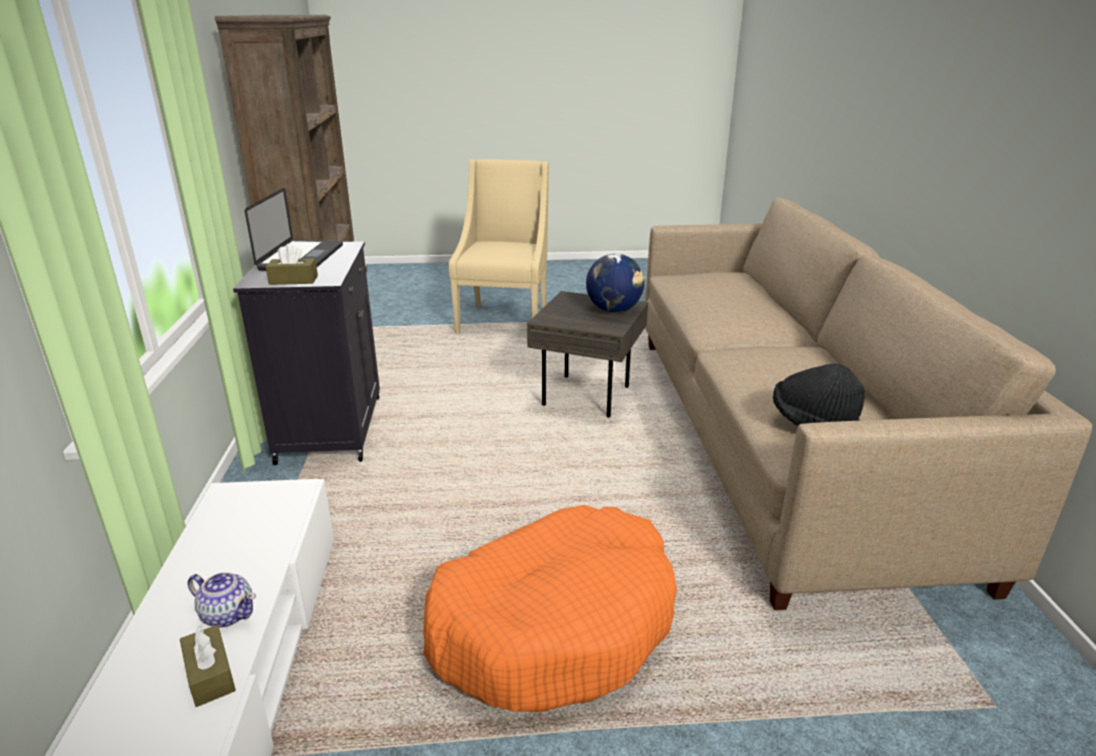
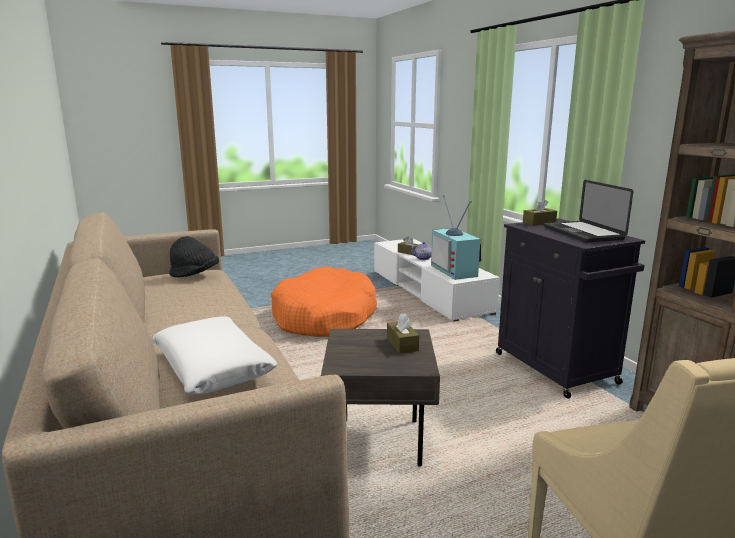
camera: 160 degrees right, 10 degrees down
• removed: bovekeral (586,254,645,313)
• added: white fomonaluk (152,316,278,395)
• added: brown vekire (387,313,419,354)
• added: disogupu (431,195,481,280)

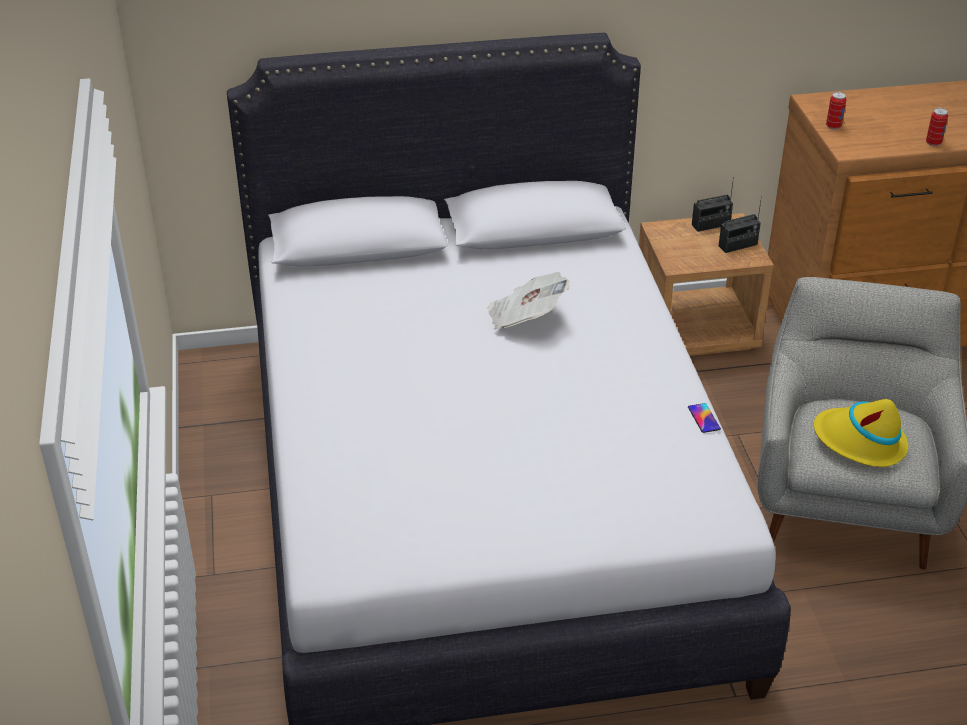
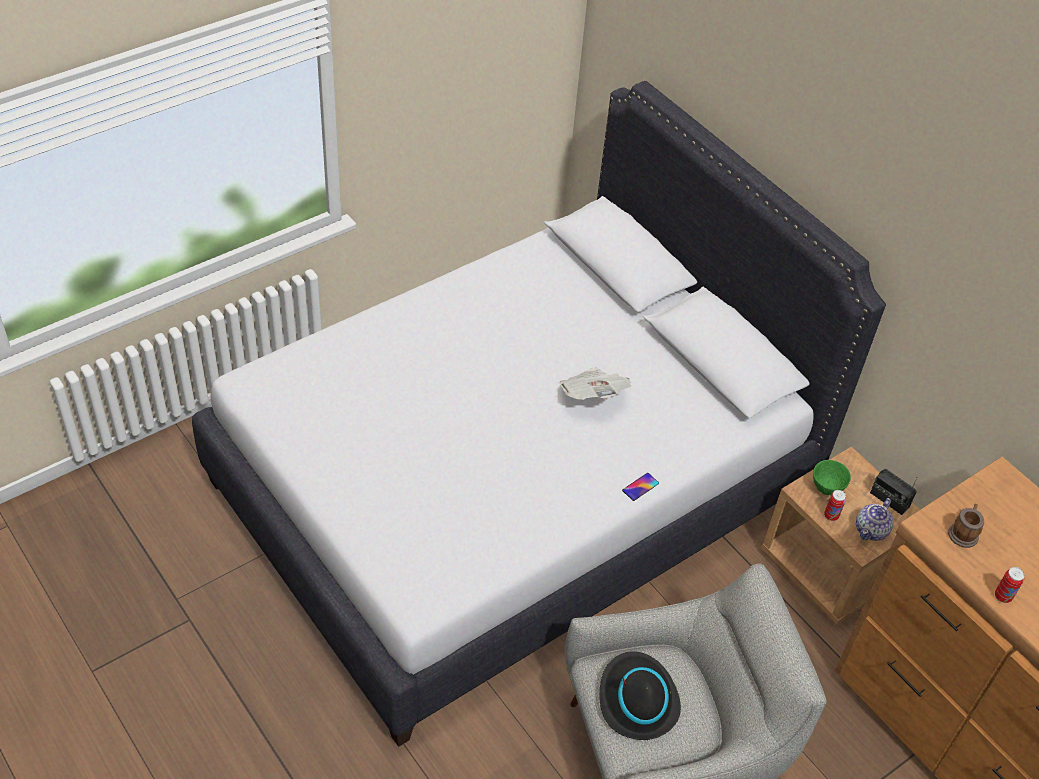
camera: 60 degrees right, 10 degrees up
• added: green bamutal (813,460,851,495)
• added: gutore (948,504,984,548)
• moved: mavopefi (688,403,721,433) to (622,473,659,501)
• moved: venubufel (826,92,846,130) to (824,490,846,521)
• replaced: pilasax (719,197,762,253) to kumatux (856,498,894,541)
• recoloured: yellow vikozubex (814,399,908,467) to black vikozubex (599,651,681,740)

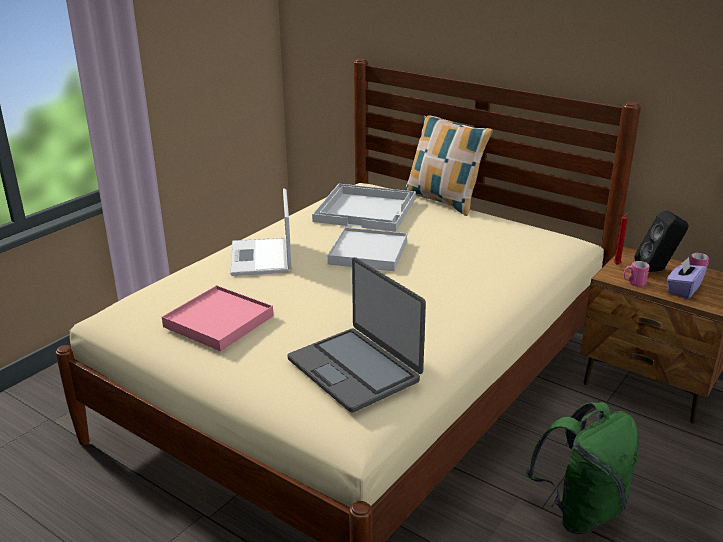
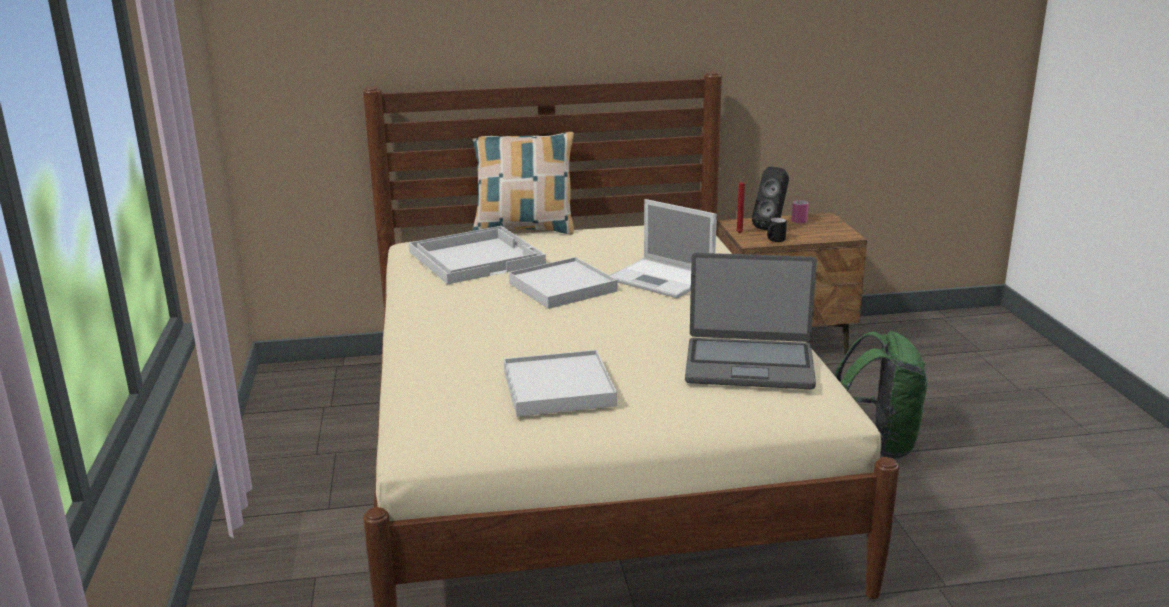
camera: 45 degrees left, 5 degrees down
• removed: purple vekire (667,257,707,299)
• moved: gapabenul (230,188,292,276) to (609,199,717,298)
• recoloured: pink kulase (162,285,274,351) to white kulase (504,350,617,417)
• recoloured: pink gutore (624,261,649,287) to black gutore (767,218,787,242)

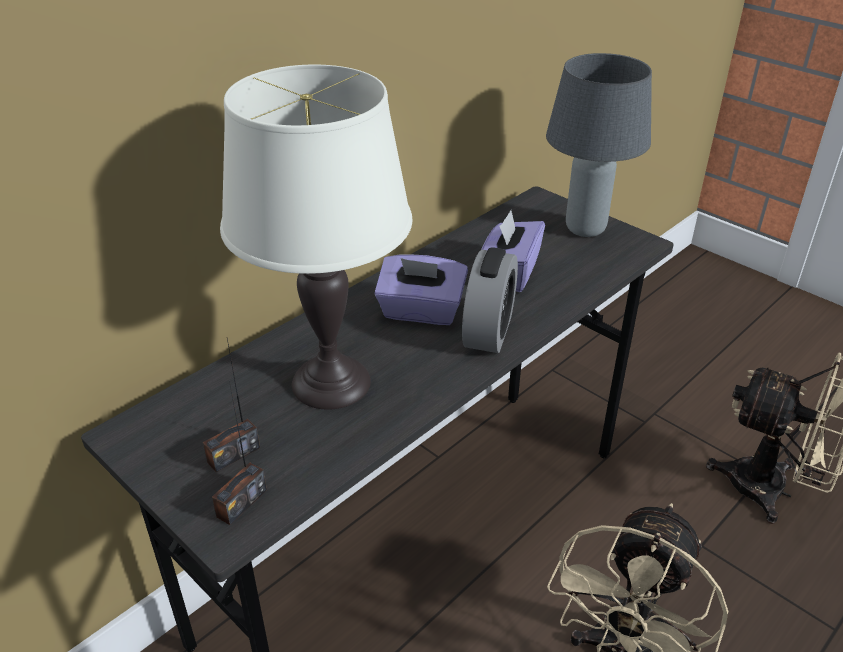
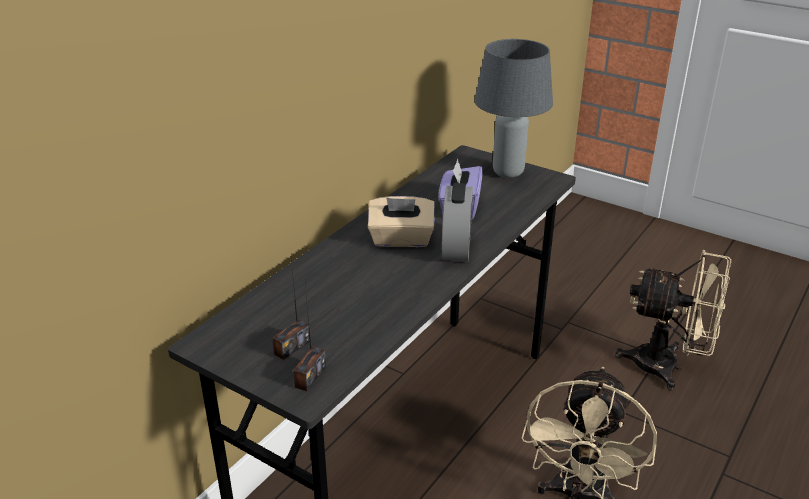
camera: 10 degrees left, 5 degrees down
• removed: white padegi (220,65,412,410)
• recoloured: purple vekire (374,254,468,325) to beige vekire (368,196,435,247)

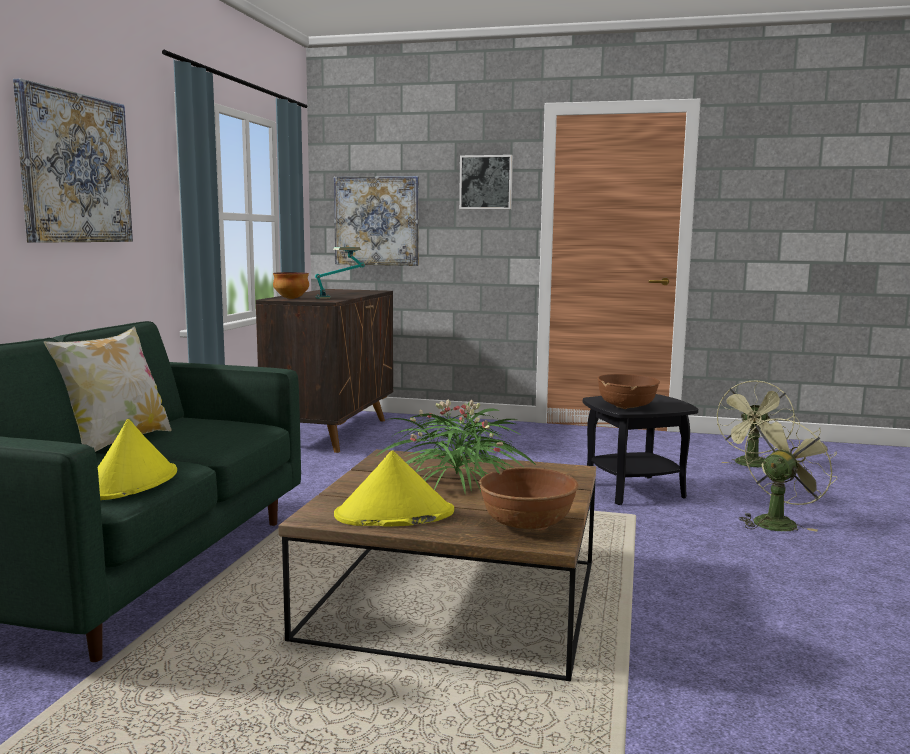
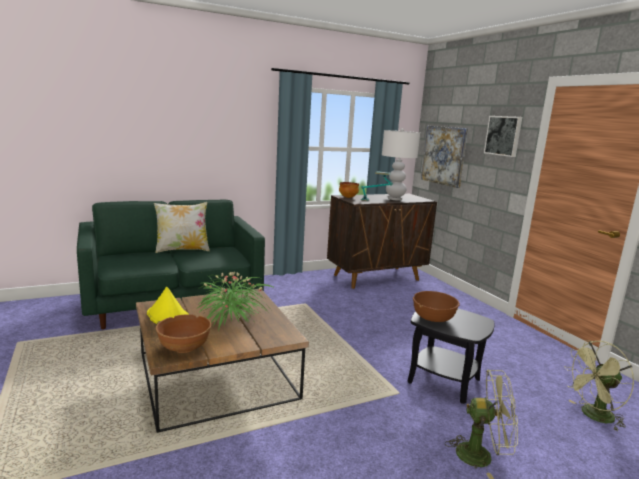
camera: 50 degrees right, 5 degrees up
• removed: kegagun (13,78,133,243)
• removed: yellow vikozubex (98,419,177,500)
• added: white padegi (382,129,420,200)

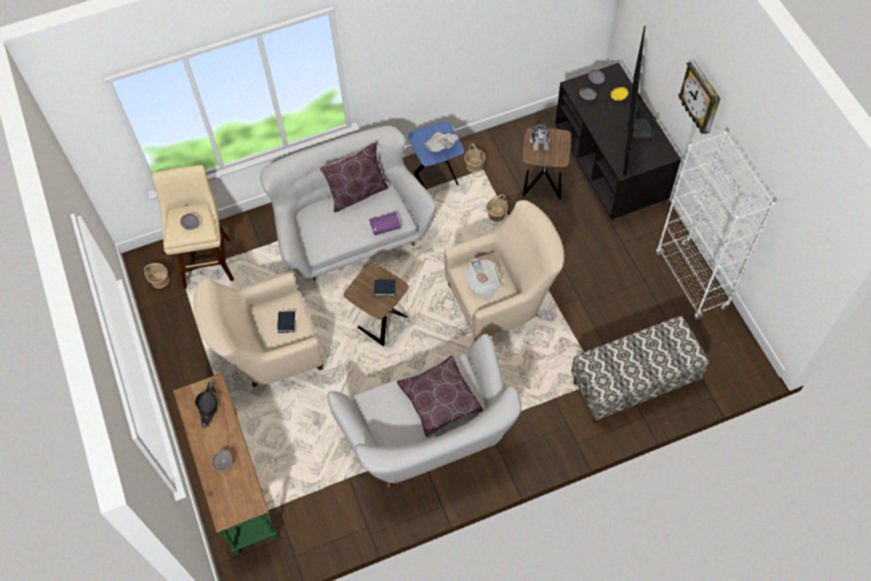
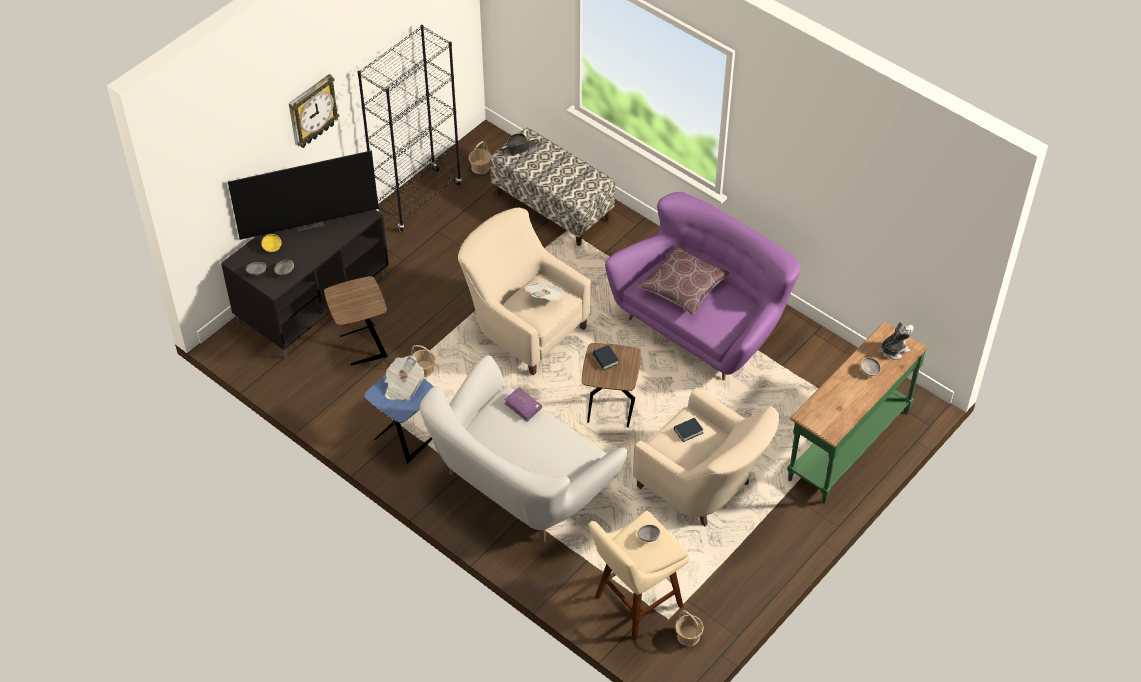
camera: 120 degrees left, 10 degrees down
• removed: brown fomonaluk (320,142,389,213)
• moved: black vikozubex (195,381,218,428) to (497,133,539,156)
• moved: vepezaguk (464,143,486,172) to (468,141,491,174)
• moved: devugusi (530,122,550,151) to (879,322,914,359)
• recoloured: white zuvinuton (327,334,522,488) to purple zuvinuton (605,192,801,381)
• recoloured: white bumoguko (656,131,775,320) to black bumoguko (358,25,462,232)

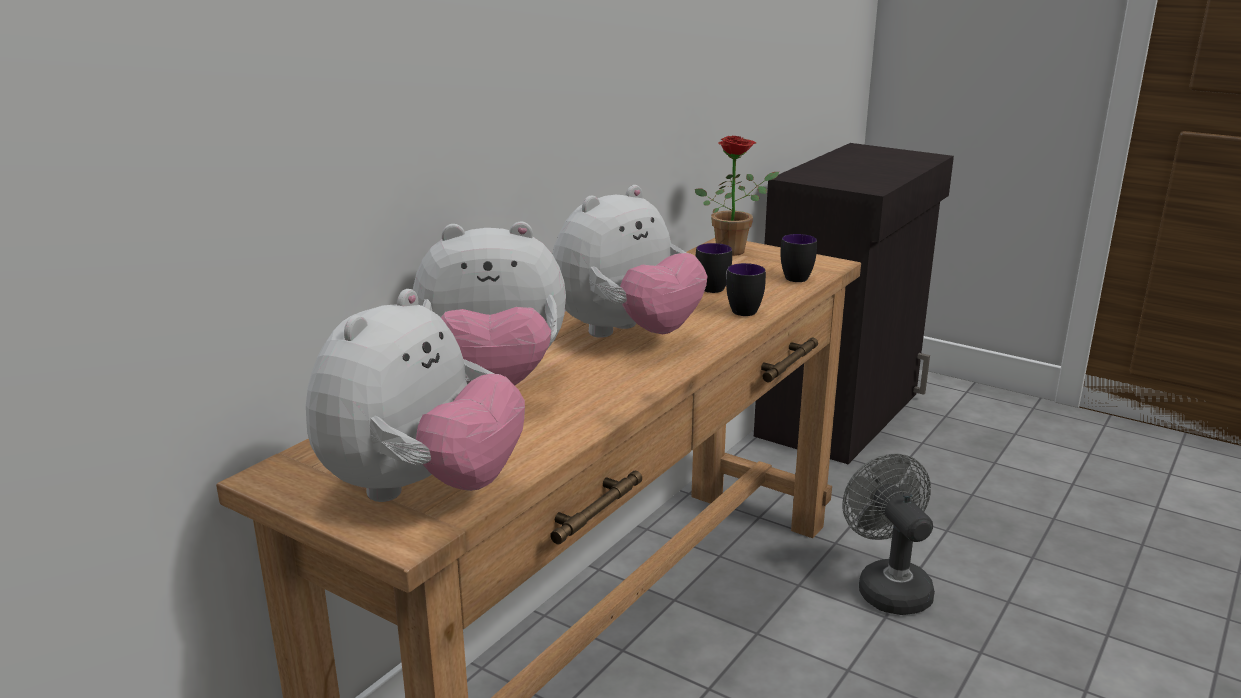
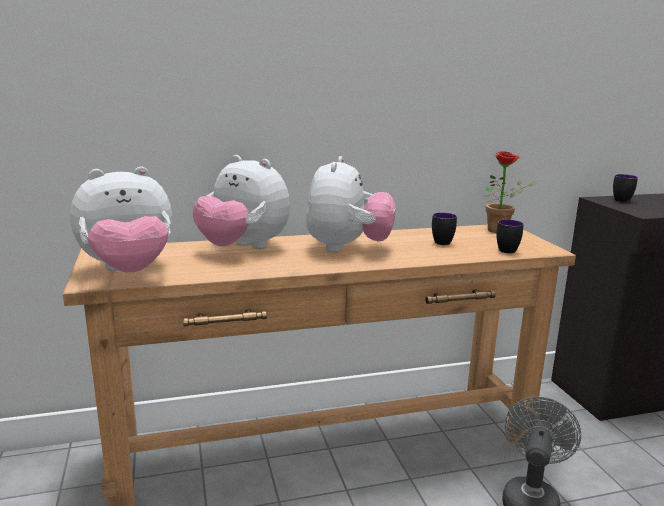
camera: 40 degrees right, 5 degrees down
• moved: gutore (726,263,766,316) to (613,174,638,202)
• turned: devugusi (552,185,707,338) = (306,156,396,252) 75 degrees counterclockwise

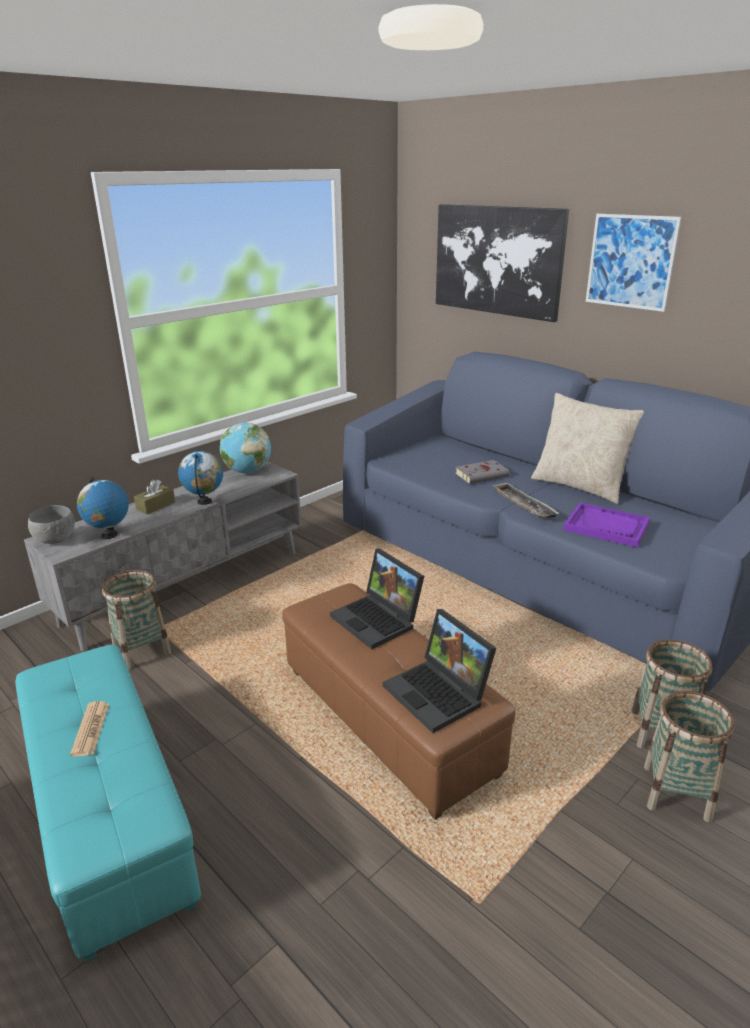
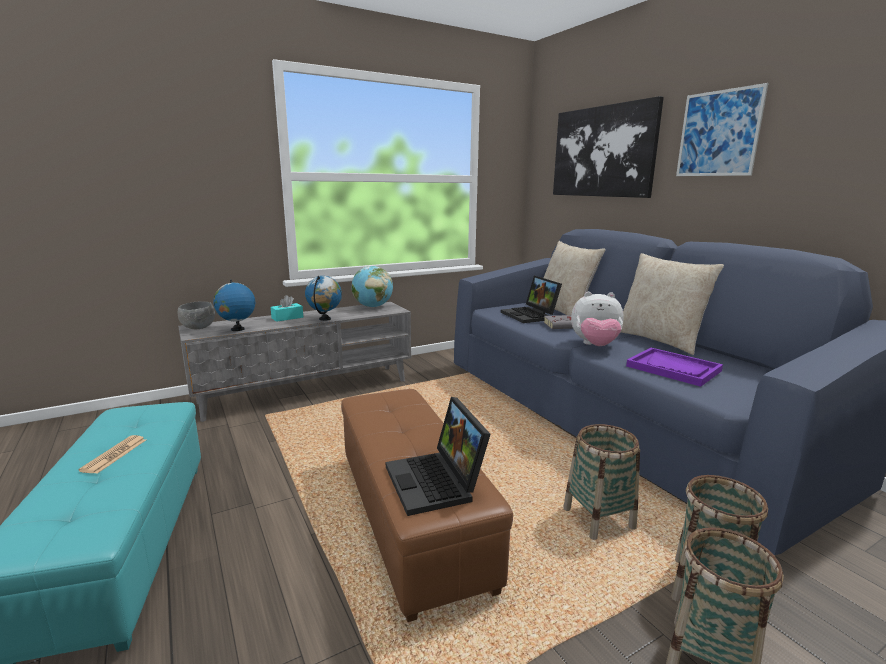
camera: 15 degrees right, 10 degrees down
• added: beige fomonaluk (544,241,606,315)
• moved: vepezaguk (102,570,171,670) to (563,424,640,540)
• moved: gapabenul (330,549,424,649) to (501,276,562,323)
• replaced: kulase (492,482,560,519) to devugusi (571,292,624,346)
• recoloured: brown vekire (134,480,175,514) to turquoise vekire (271,295,303,322)

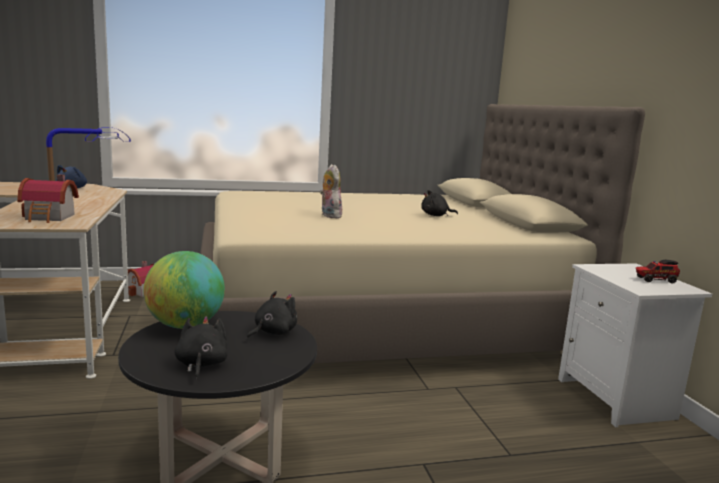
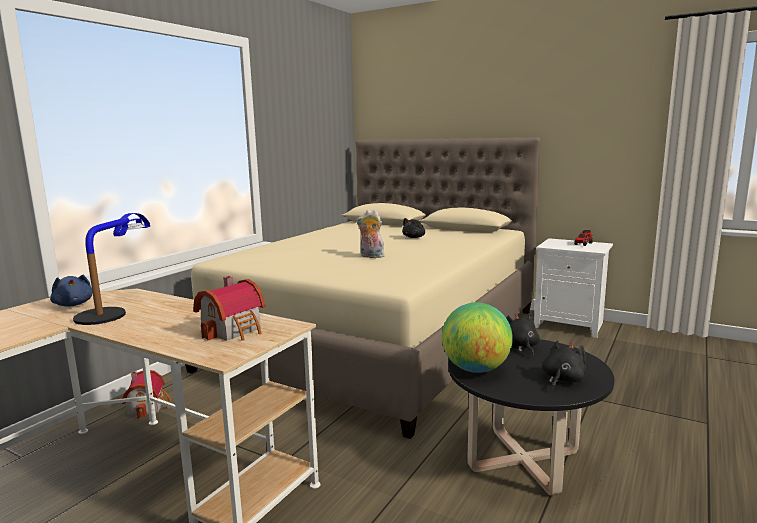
camera: 45 degrees left, 0 degrees up
• turned: black devugusi (175,317,228,380) = (542,340,586,390) 90 degrees clockwise

